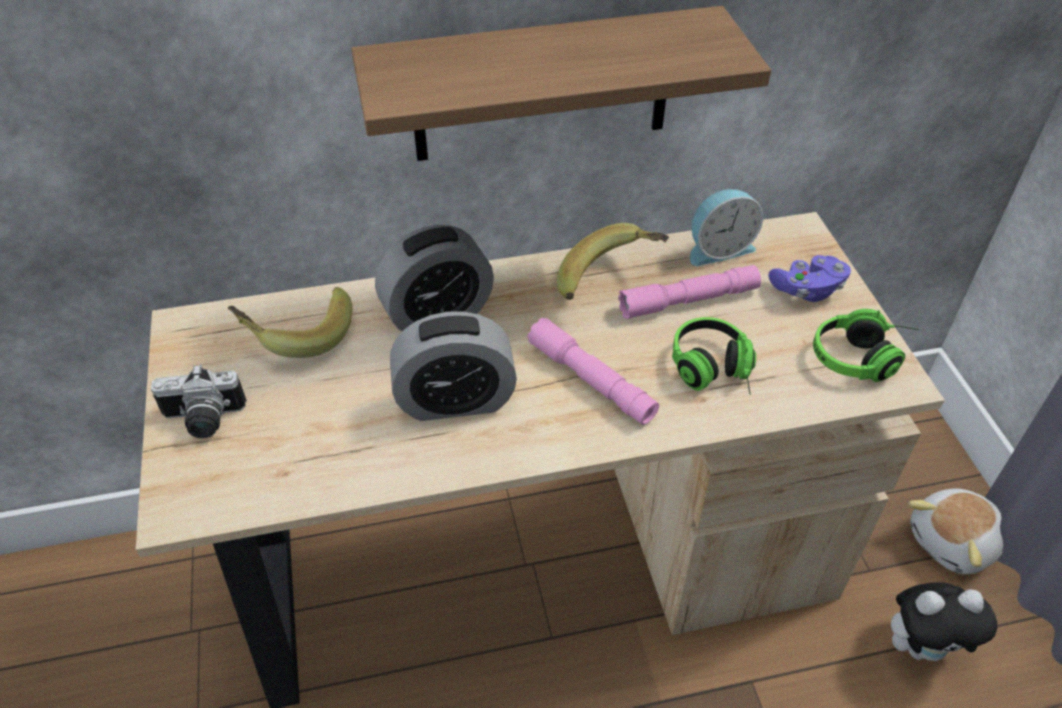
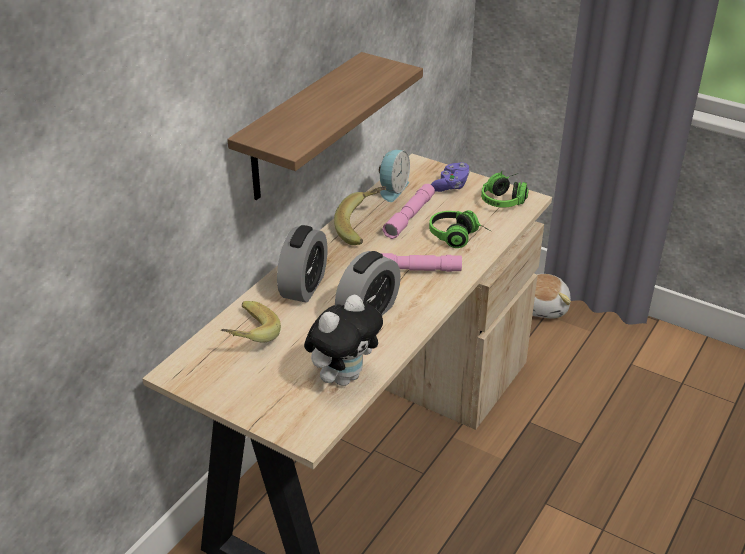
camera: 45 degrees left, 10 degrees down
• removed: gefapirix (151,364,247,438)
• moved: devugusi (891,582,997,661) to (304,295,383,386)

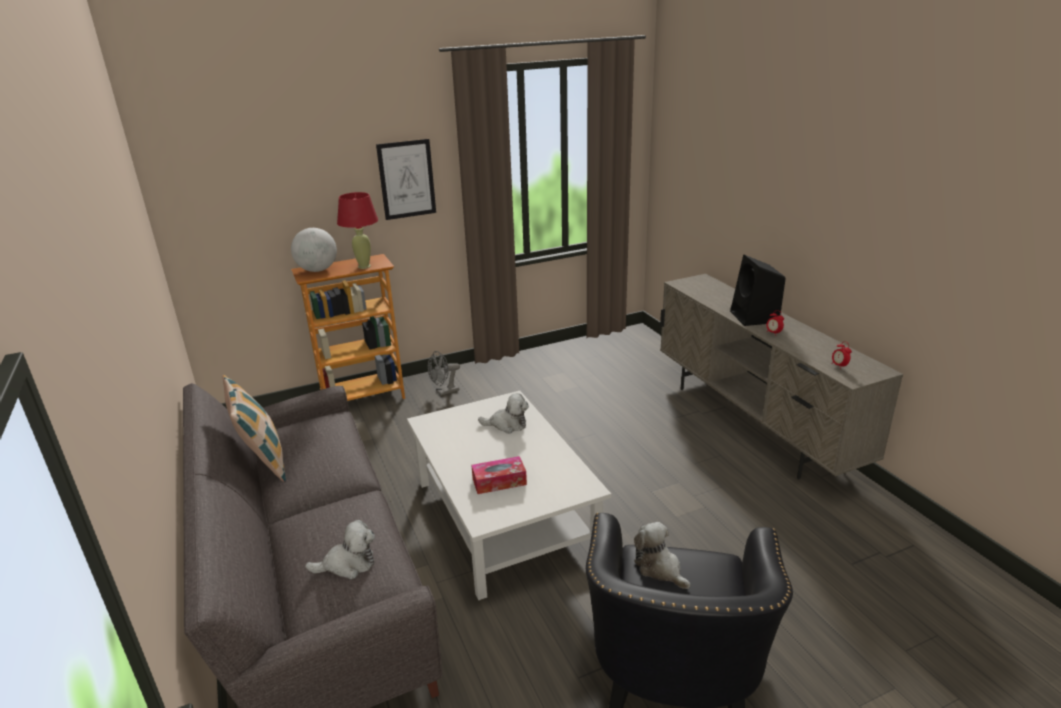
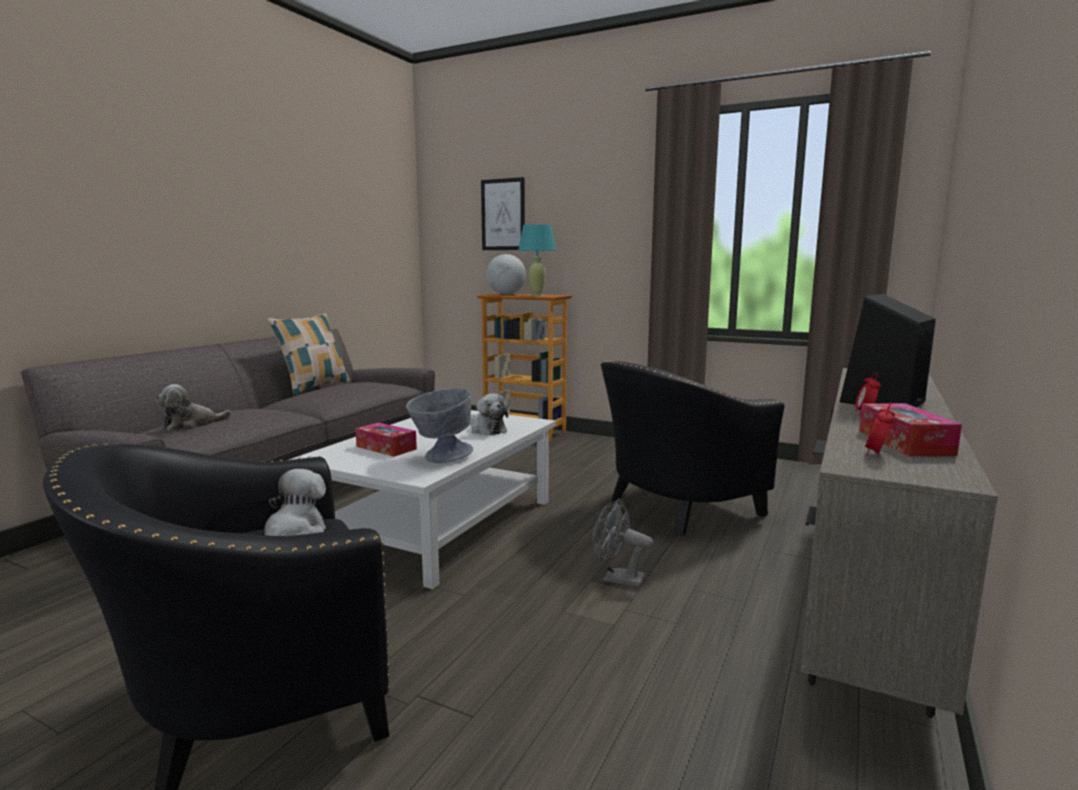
camera: 50 degrees right, 15 degrees down
• added: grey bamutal (406,388,473,463)
• added: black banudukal (601,361,785,536)
• added: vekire (859,403,962,456)
• moved: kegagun (376,139,436,220) to (481,177,525,250)
• moved: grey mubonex (428,351,460,396) to (593,499,654,588)
• recoloured: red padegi (337,192,378,269) to turquoise padegi (518,224,556,296)
• turned: devugusi (305,520,375,579) = (156,384,231,431) 105 degrees clockwise

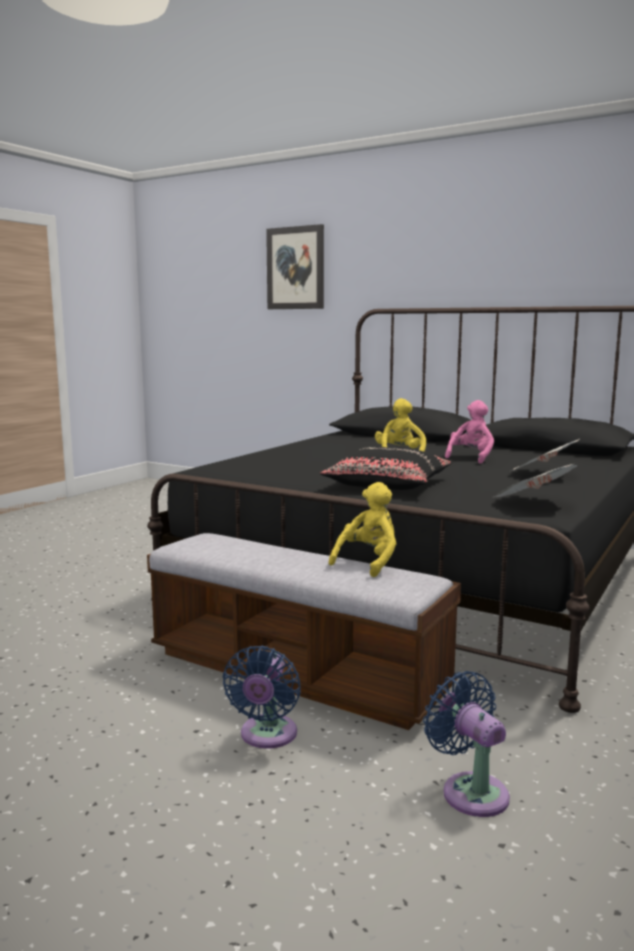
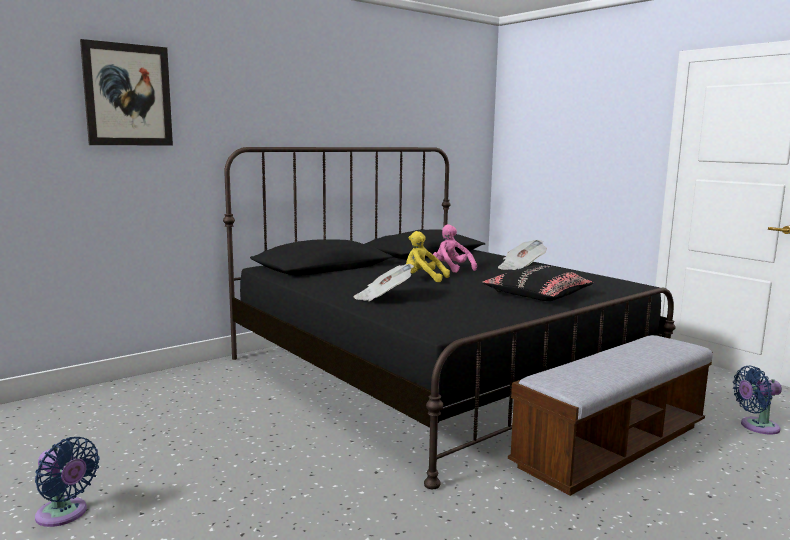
camera: 70 degrees left, 0 degrees up
• removed: yellow devugusi (329,482,396,577)
• moved: blue mubonex (222,645,301,749) to (35,437,100,527)
• moved: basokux (492,463,578,498) to (353,264,414,301)

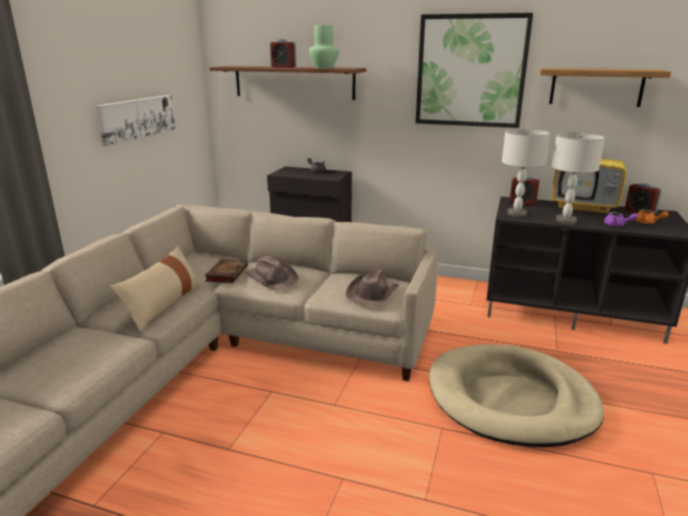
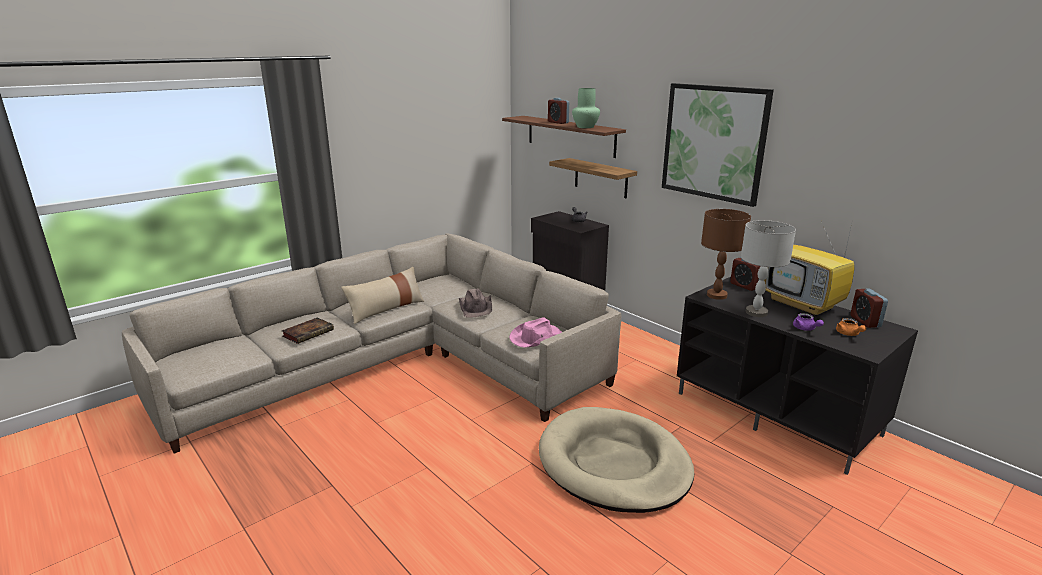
camera: 30 degrees right, 0 degrees up
• removed: kegagun (95,95,176,146)
• moved: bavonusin (205,259,248,283) to (282,318,334,344)
• moved: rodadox (540,68,671,107) to (549,158,637,198)
• recoloured: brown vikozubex (346,269,399,305) to pink vikozubex (509,317,562,347)
• recoloured: grey padegi (502,129,550,217) to brown padegi (701,209,751,300)

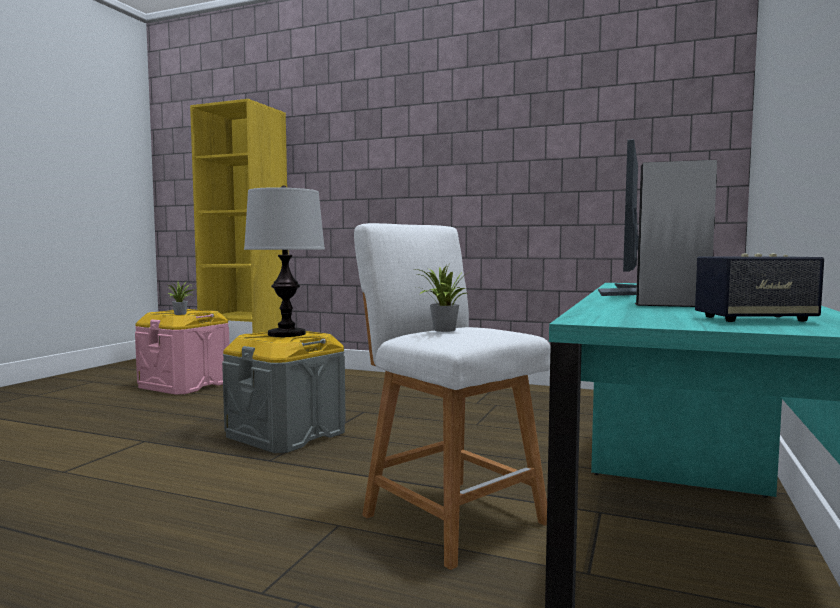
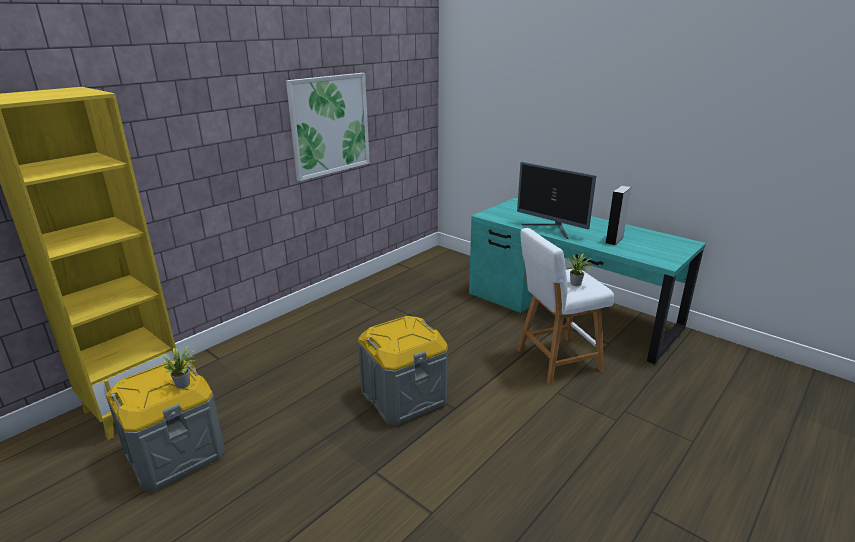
camera: 70 degrees left, 20 degrees up
• removed: padegi (244,185,325,337)
• removed: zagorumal (695,253,824,322)
• added: kegagun (286,73,370,181)
• recoloured: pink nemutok (135,309,229,395) to grey nemutok (106,361,225,491)

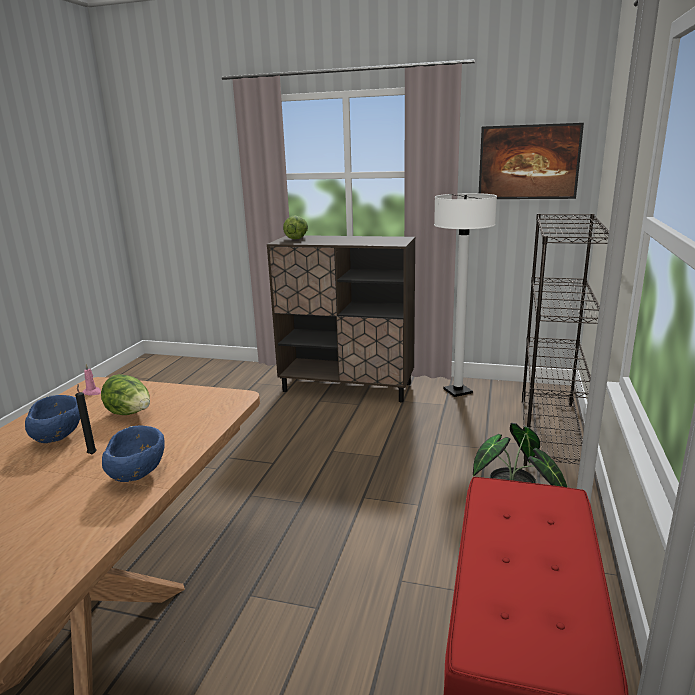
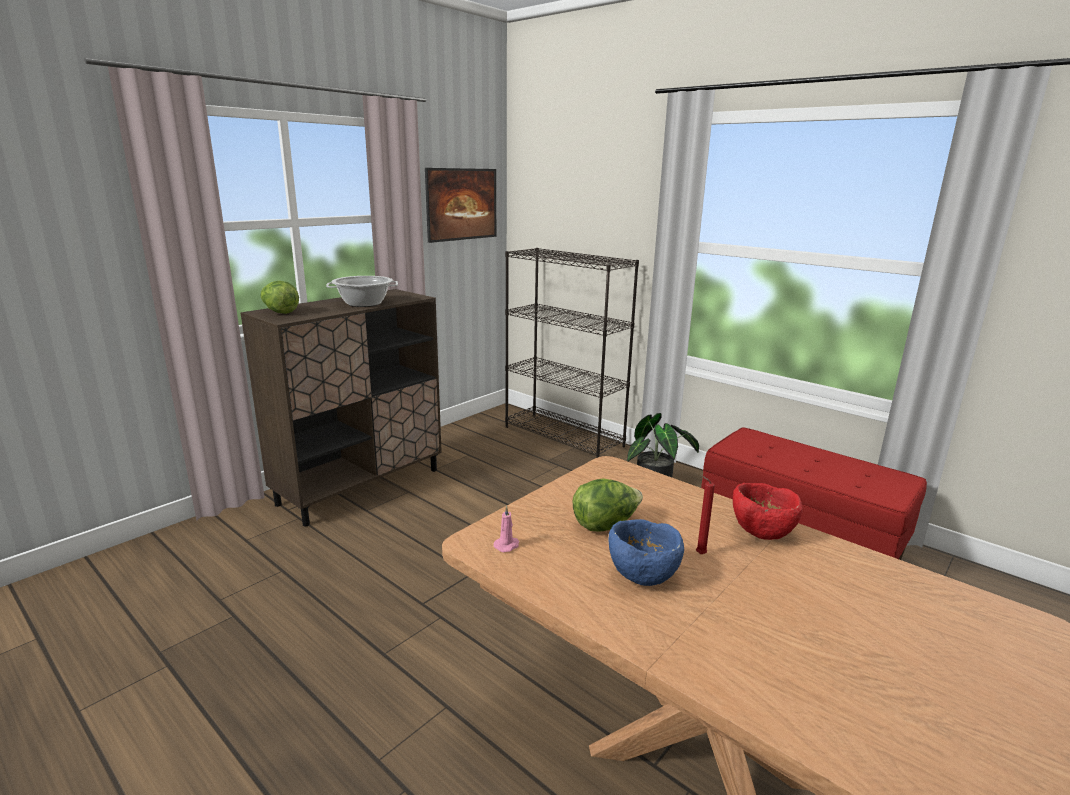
camera: 65 degrees left, 0 degrees up
• removed: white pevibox (434,193,497,397)
• added: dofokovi (326,276,398,307)
• recoloured: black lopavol (75,384,97,455) to red lopavol (696,475,715,554)
• recoloured: blue bamutal (102,425,165,482) to red bamutal (733,483,803,540)

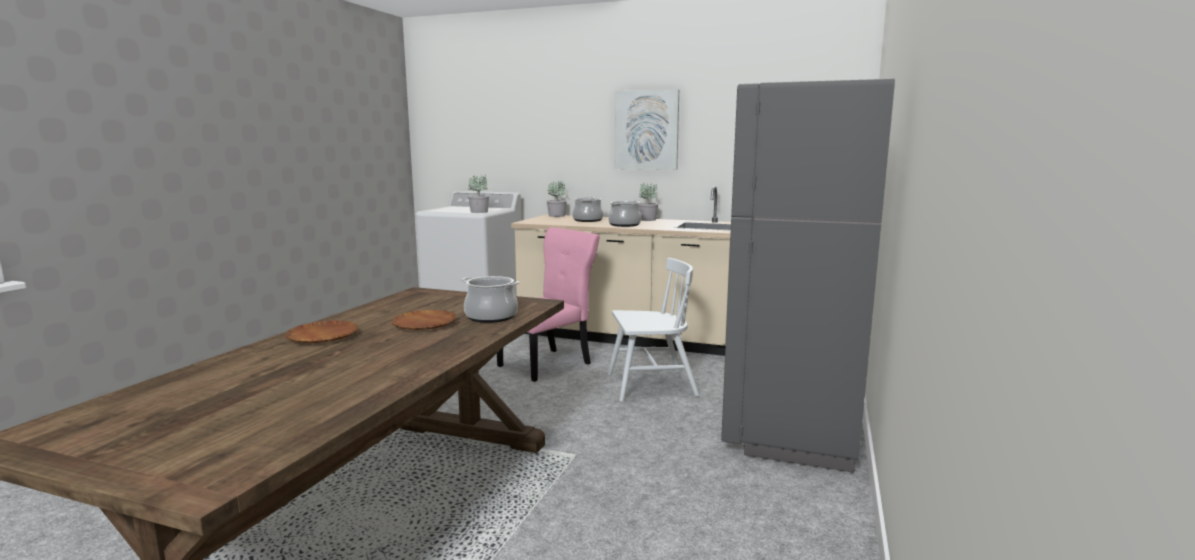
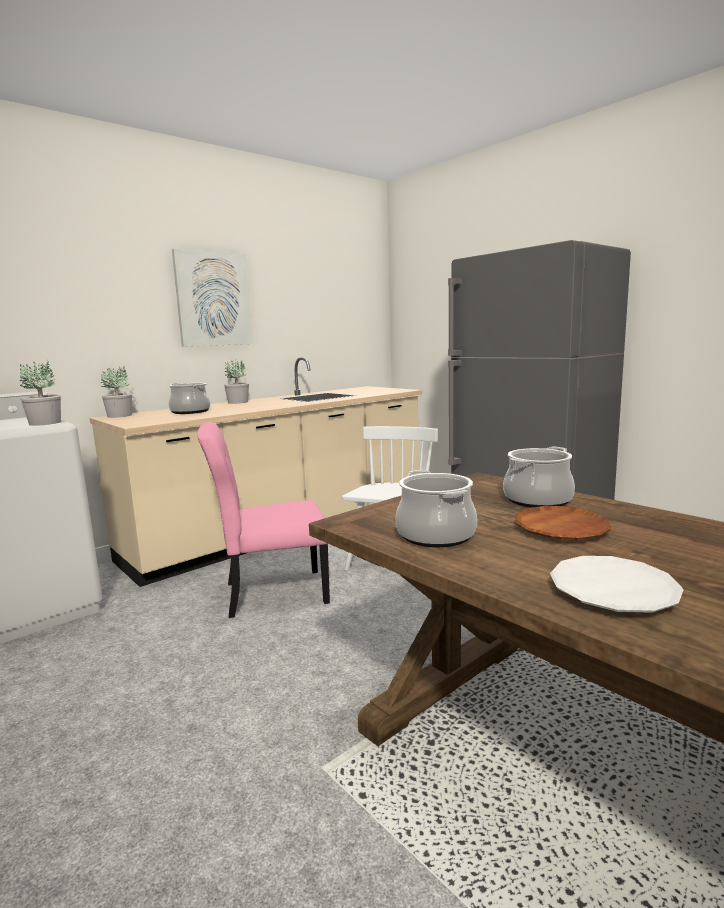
camera: 60 degrees left, 0 degrees up
• moved: dofokovi (608,200,641,227) to (395,470,477,547)
• recoloured: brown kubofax (286,320,358,343) to white kubofax (550,556,684,613)
• turned: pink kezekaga (497,227,600,382) = (197,422,330,618) 90 degrees counterclockwise

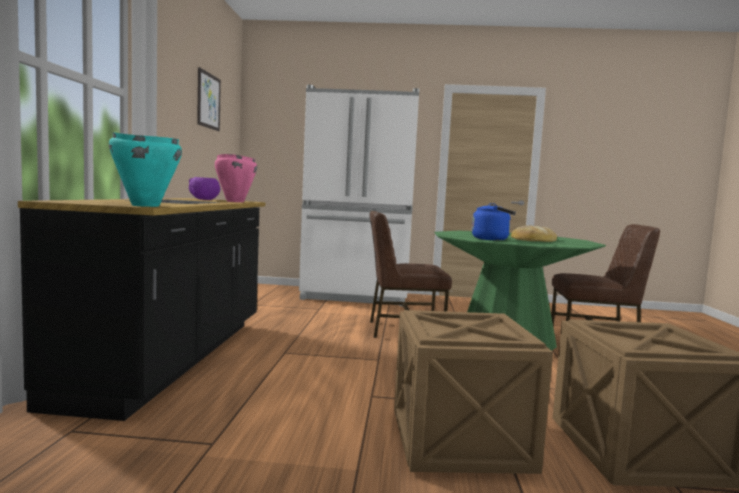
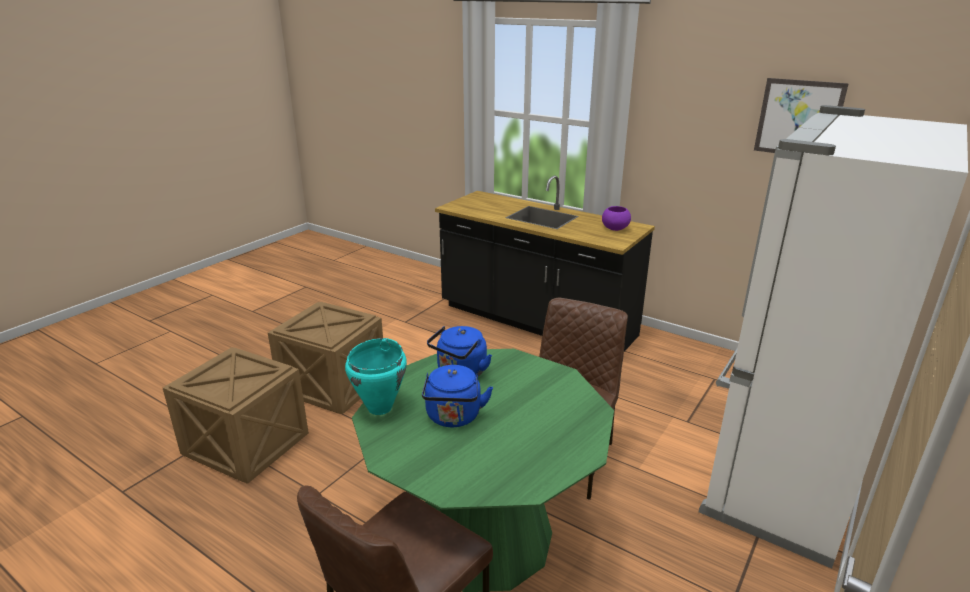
camera: 120 degrees right, 20 degrees up
• removed: pink dofokovi (215,154,257,202)
• moved: turquoise dofokovi (109,132,182,207) to (345,338,407,415)
• replaced: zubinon (511,225,557,242) to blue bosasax (422,365,493,427)

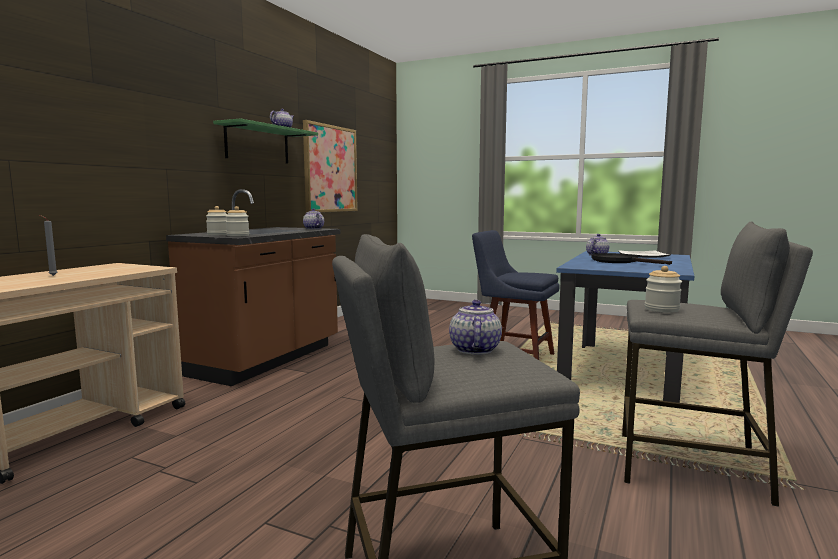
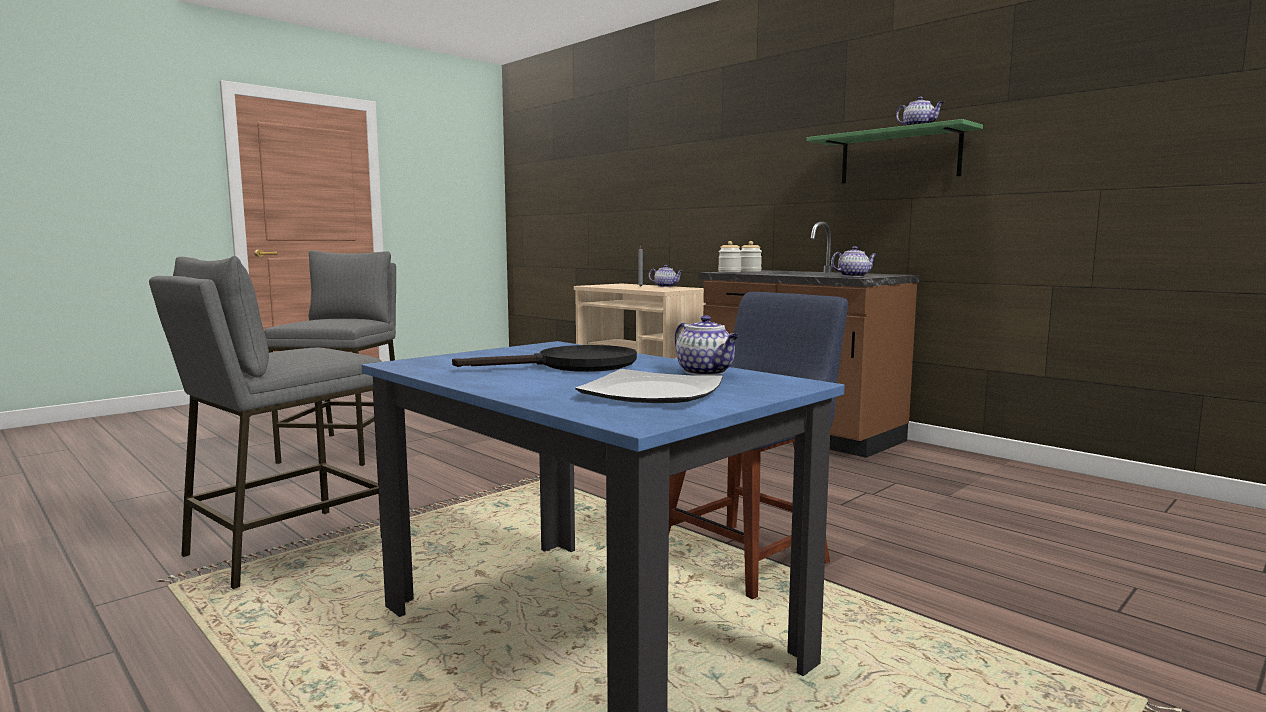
camera: 110 degrees right, 0 degrees up
• removed: kegagun (303,120,358,213)
• removed: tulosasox (645,266,682,313)
• moved: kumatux (449,300,502,355) to (649,265,683,287)

